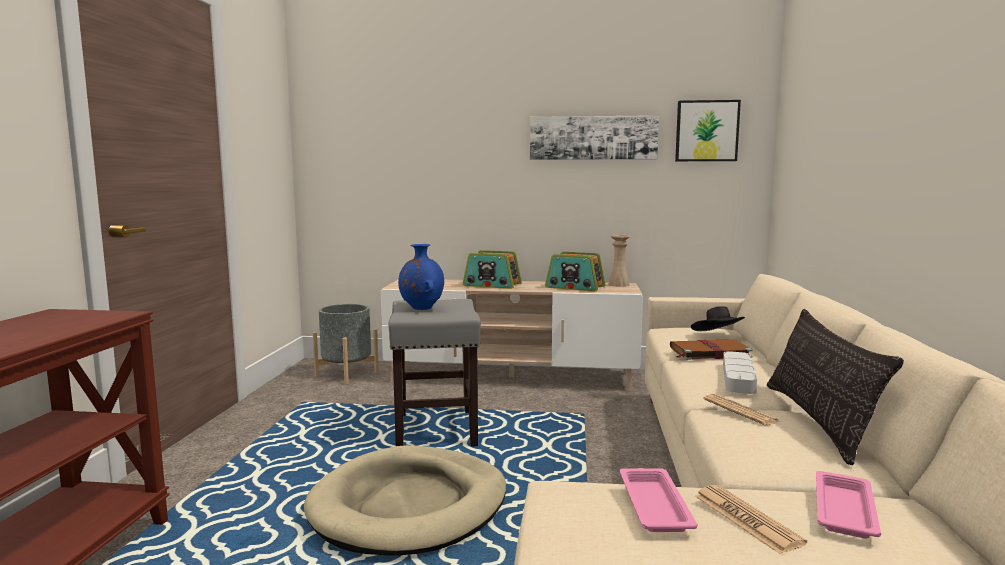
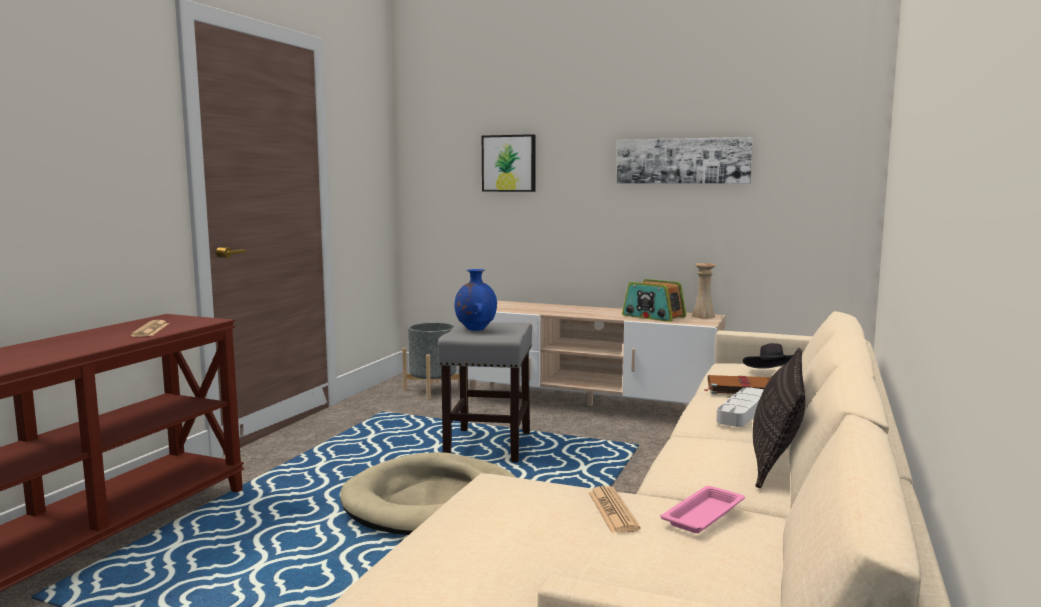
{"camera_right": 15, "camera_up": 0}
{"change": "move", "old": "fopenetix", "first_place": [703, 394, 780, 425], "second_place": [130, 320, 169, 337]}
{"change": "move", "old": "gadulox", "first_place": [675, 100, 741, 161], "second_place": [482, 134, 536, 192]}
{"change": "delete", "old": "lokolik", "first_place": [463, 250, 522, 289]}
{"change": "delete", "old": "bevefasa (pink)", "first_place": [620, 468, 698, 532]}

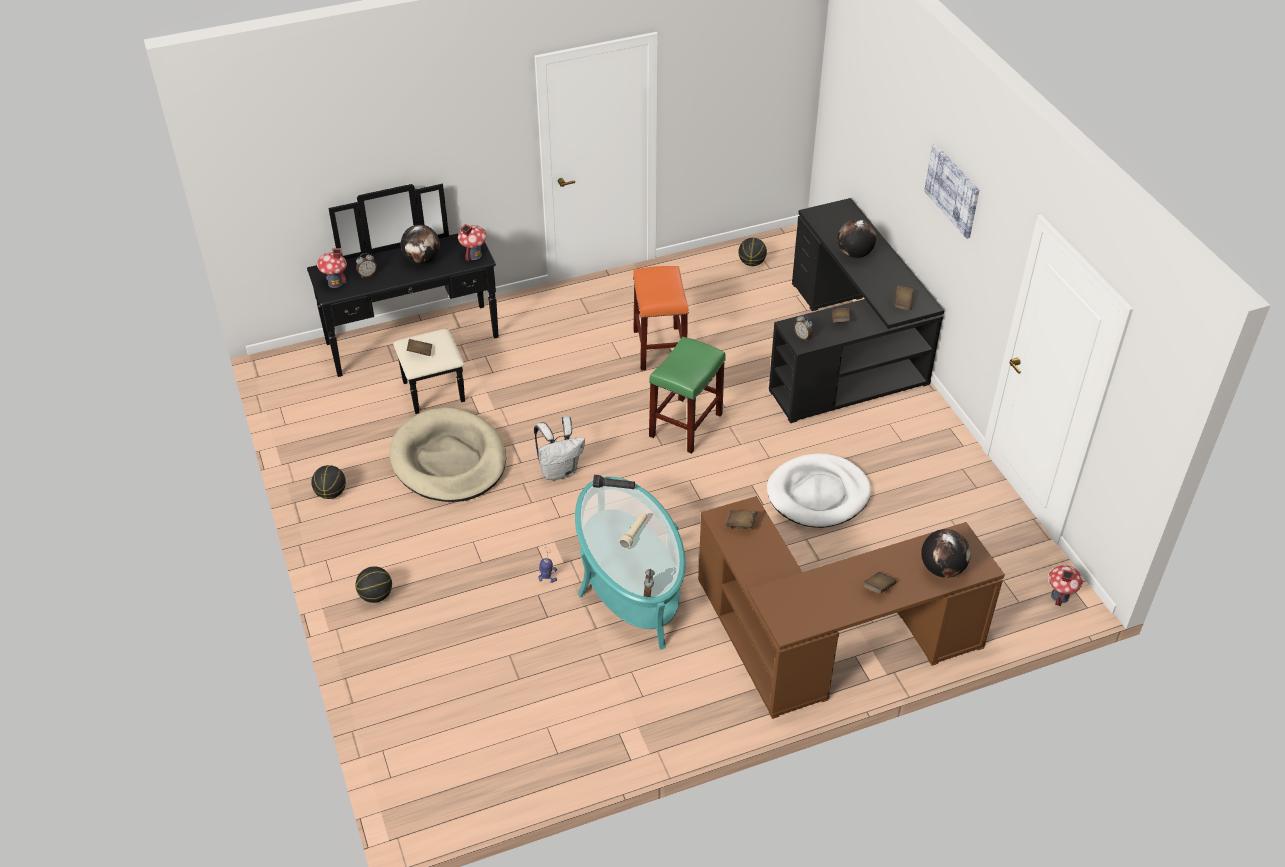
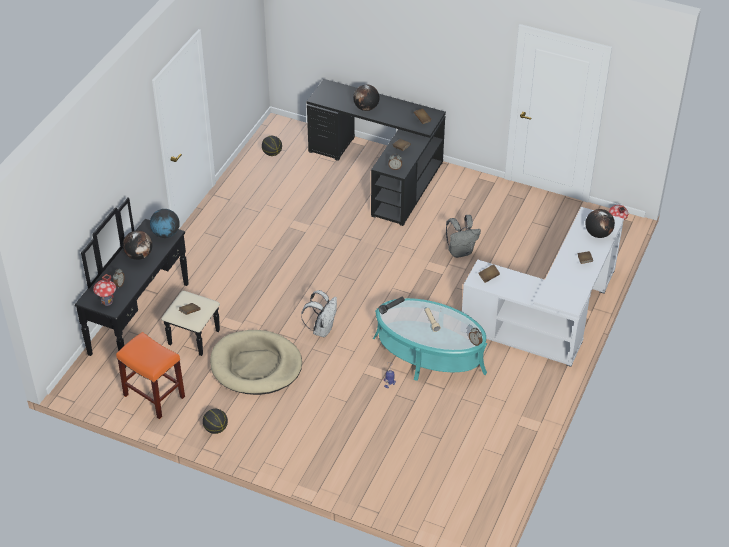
{"camera_right": -45, "camera_up": 0}
{"change": "move", "old": "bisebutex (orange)", "first_place": [633, 266, 689, 371], "second_place": [116, 332, 185, 419]}
{"change": "replace", "old": "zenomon", "new": "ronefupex", "first_place": [458, 224, 487, 261], "second_place": [150, 209, 180, 238]}
{"change": "replace", "old": "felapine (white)", "new": "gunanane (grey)", "first_place": [767, 454, 871, 528], "second_place": [446, 215, 481, 258]}
{"change": "recolor", "old": "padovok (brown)", "new": "padovok (white)", "first_place": [698, 496, 1005, 719], "second_place": [462, 207, 624, 367]}
{"change": "delete", "old": "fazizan", "first_place": [356, 566, 392, 603]}
{"change": "delete", "old": "bisebutex (green)", "first_place": [649, 337, 726, 454]}
{"change": "delete", "old": "gadulox", "first_place": [924, 144, 979, 239]}

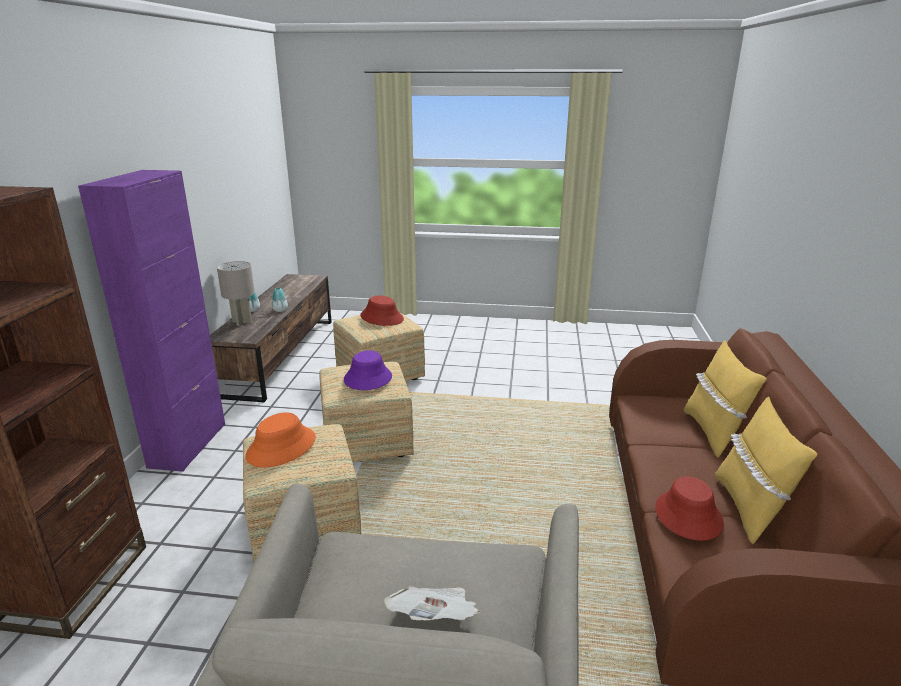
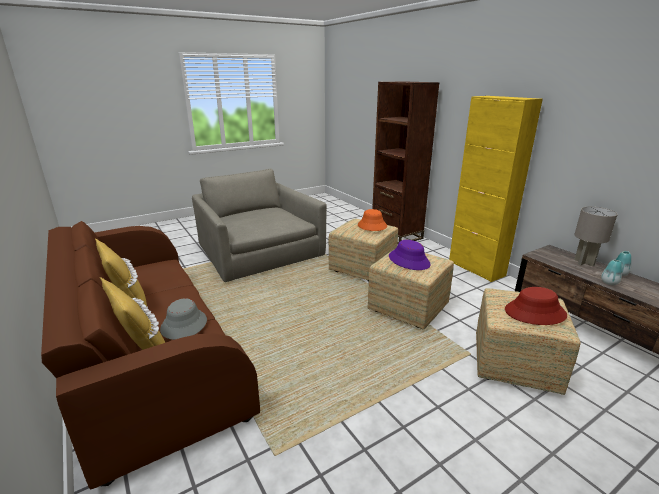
{"camera_right": 140, "camera_up": 0}
{"change": "insert", "new": "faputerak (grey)", "second_place": [160, 298, 207, 340]}
{"change": "recolor", "old": "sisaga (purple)", "new": "sisaga (yellow)", "first_place": [78, 170, 225, 472], "second_place": [449, 96, 543, 282]}
{"change": "delete", "old": "fopenetix", "first_place": [384, 586, 480, 620]}
{"change": "delete", "old": "faputerak (red)", "first_place": [655, 476, 724, 541]}

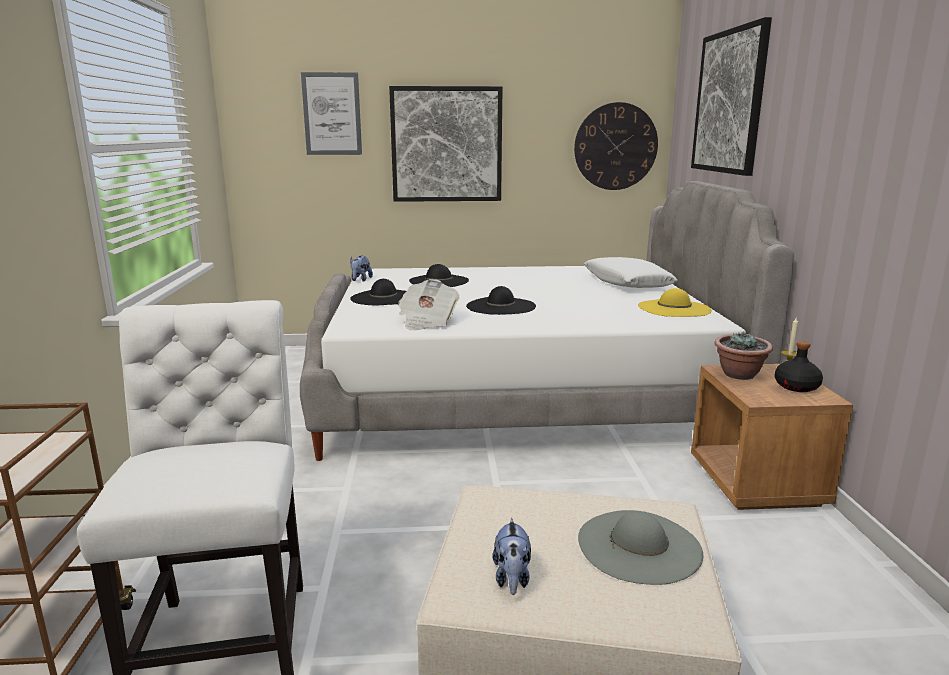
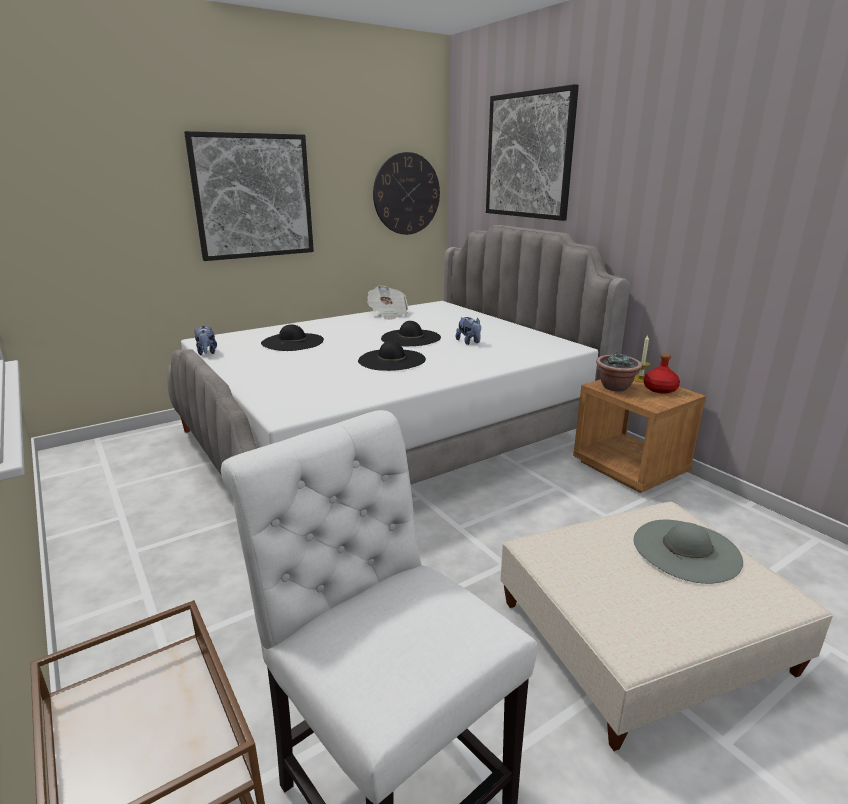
{"camera_right": -30, "camera_up": 5}
{"change": "move", "old": "fopenetix", "first_place": [398, 279, 460, 330], "second_place": [367, 286, 408, 320]}
{"change": "move", "old": "faputerak (black)", "first_place": [350, 279, 407, 305], "second_place": [381, 321, 441, 346]}
{"change": "move", "old": "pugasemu", "first_place": [492, 518, 531, 595], "second_place": [456, 317, 481, 345]}
{"change": "recolor", "old": "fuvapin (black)", "new": "fuvapin (red)", "first_place": [774, 341, 823, 392], "second_place": [643, 354, 680, 394]}
{"change": "delete", "old": "gadulox", "first_place": [301, 72, 362, 155]}
{"change": "delete", "old": "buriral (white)", "first_place": [584, 257, 678, 288]}
{"change": "delete", "old": "faputerak (yellow)", "first_place": [638, 288, 712, 317]}

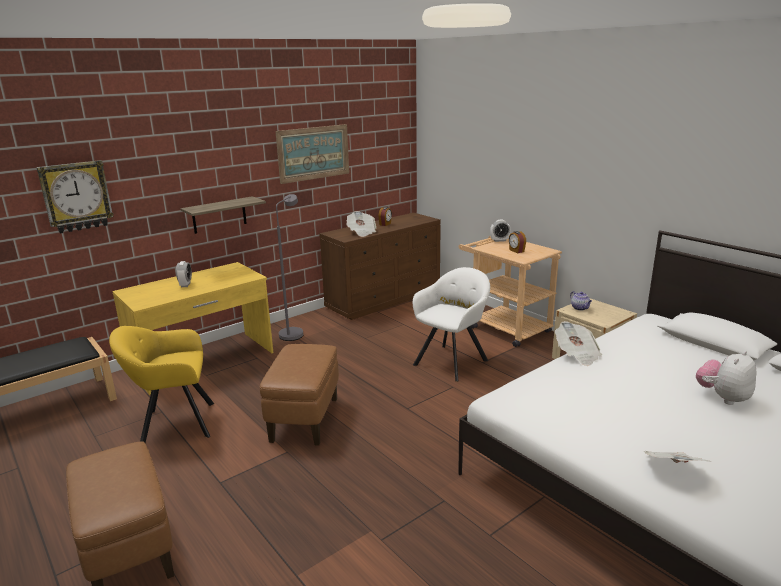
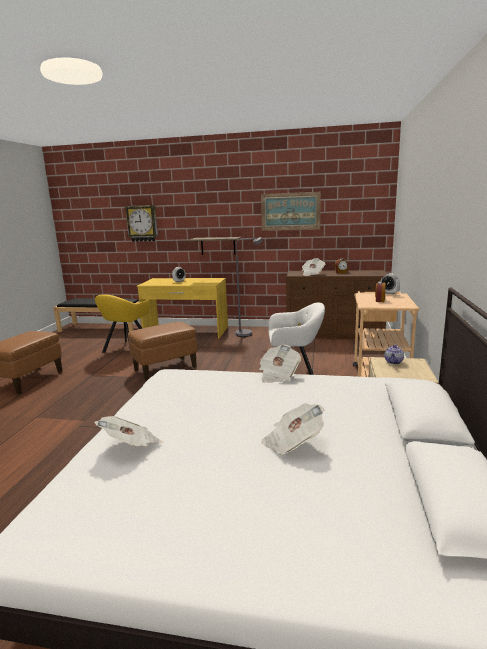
{"camera_right": 50, "camera_up": -5}
{"change": "rotate", "old": "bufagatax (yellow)", "first_place": [109, 326, 214, 443], "second_place": [95, 294, 150, 353], "degrees": -105}
{"change": "replace", "old": "pugasemu", "new": "fopenetix", "first_place": [696, 351, 756, 405], "second_place": [262, 403, 325, 455]}

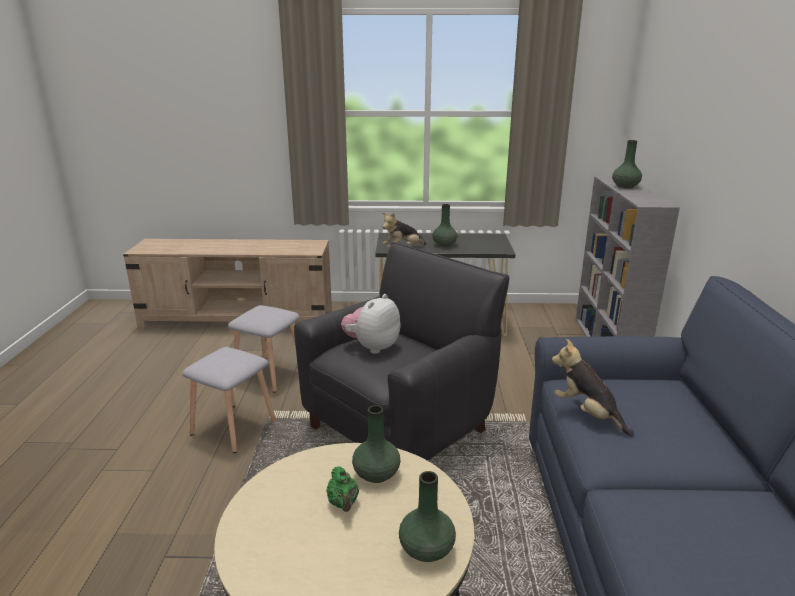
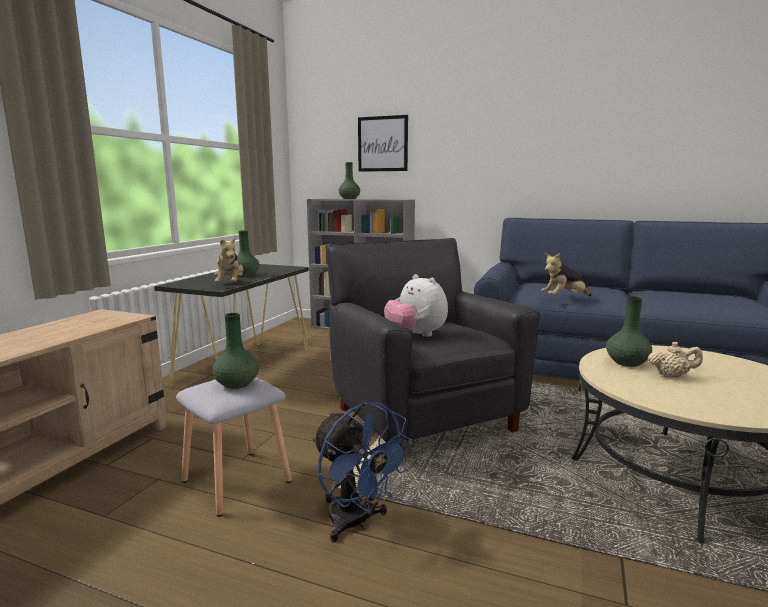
{"camera_right": -70, "camera_up": -10}
{"change": "move", "old": "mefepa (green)", "first_place": [399, 471, 456, 562], "second_place": [212, 313, 259, 389]}
{"change": "replace", "old": "bisebutex (grey)", "new": "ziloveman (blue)", "first_place": [182, 347, 276, 453], "second_place": [312, 402, 414, 542]}
{"change": "insert", "new": "gadulox", "second_place": [358, 115, 408, 172]}
{"change": "recolor", "old": "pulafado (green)", "new": "pulafado (beige)", "first_place": [326, 466, 359, 512], "second_place": [647, 342, 703, 378]}

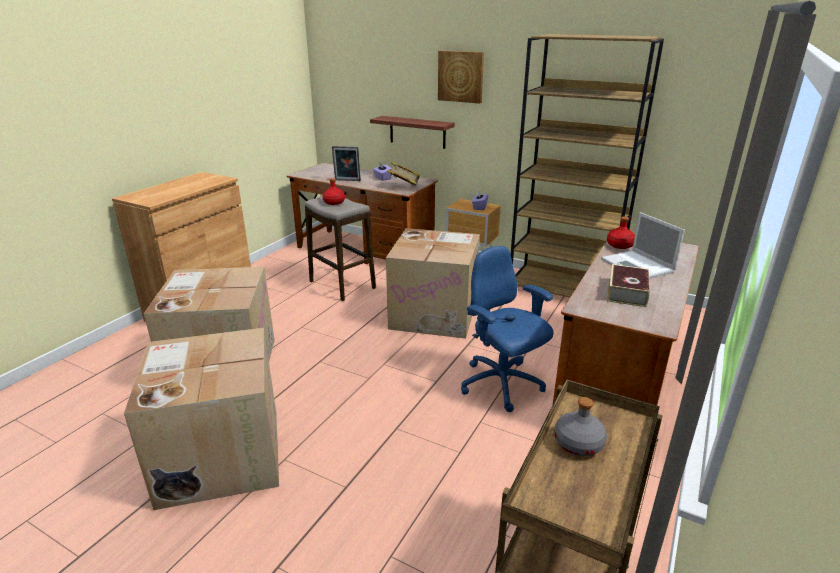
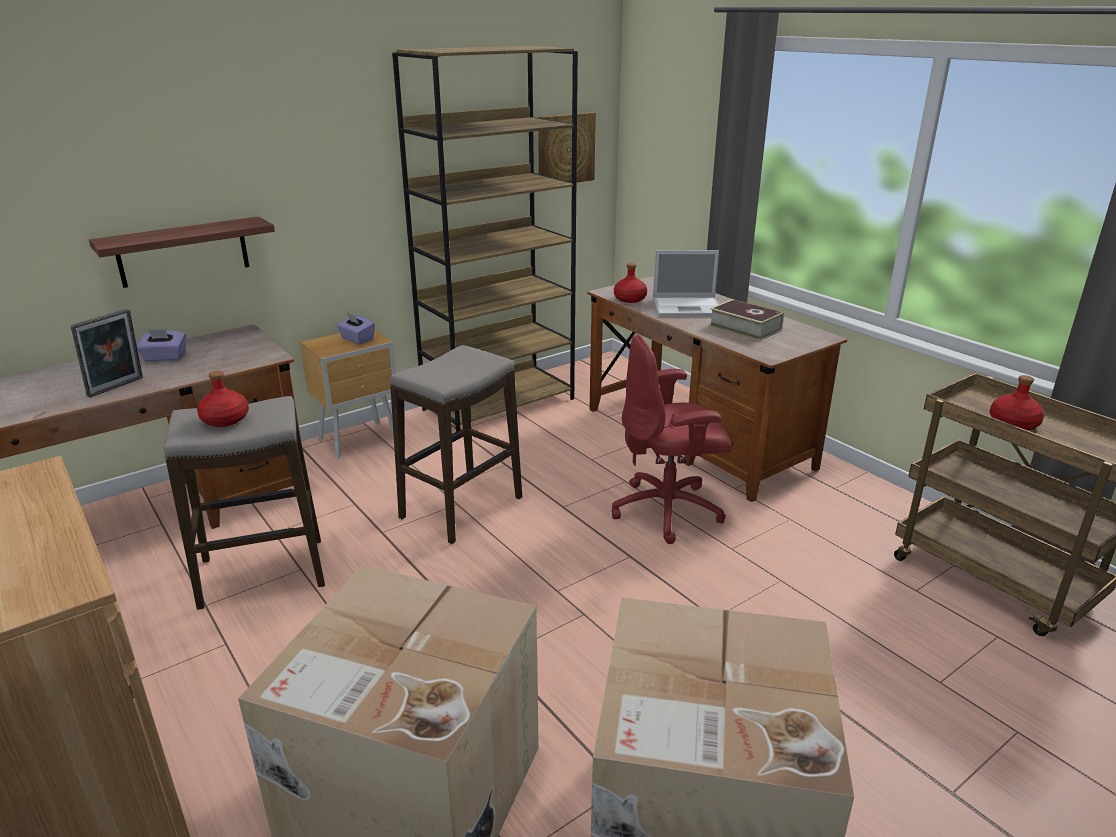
{"camera_right": -65, "camera_up": 0}
{"change": "replace", "old": "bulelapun", "new": "bisebutex", "first_place": [386, 228, 480, 339], "second_place": [390, 345, 522, 544]}
{"change": "move", "old": "gadulox", "first_place": [438, 51, 484, 104], "second_place": [538, 112, 596, 183]}
{"change": "recolor", "old": "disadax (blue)", "new": "disadax (red)", "first_place": [461, 246, 553, 412], "second_place": [612, 335, 732, 544]}
{"change": "recolor", "old": "fuvapin (grey)", "new": "fuvapin (red)", "first_place": [554, 397, 607, 456], "second_place": [990, 375, 1044, 430]}
{"change": "delete", "old": "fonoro", "first_place": [388, 161, 420, 186]}

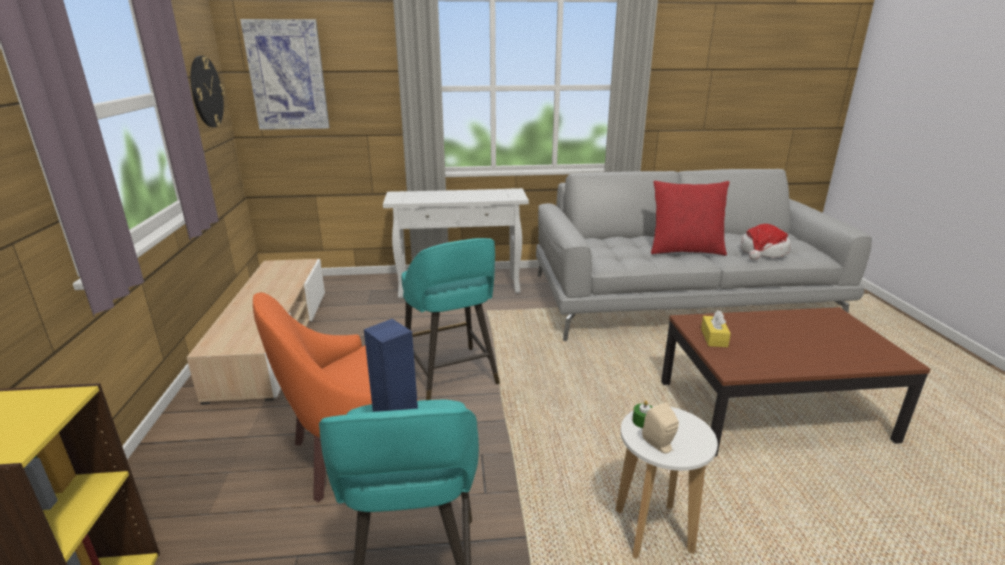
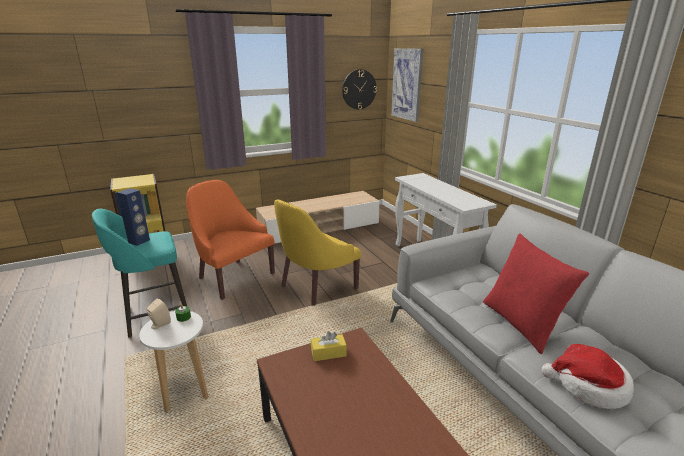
{"camera_right": 70, "camera_up": 0}
{"change": "replace", "old": "bisebutex (turquoise)", "new": "bufagatax (yellow)", "first_place": [401, 238, 500, 400], "second_place": [274, 199, 361, 306]}

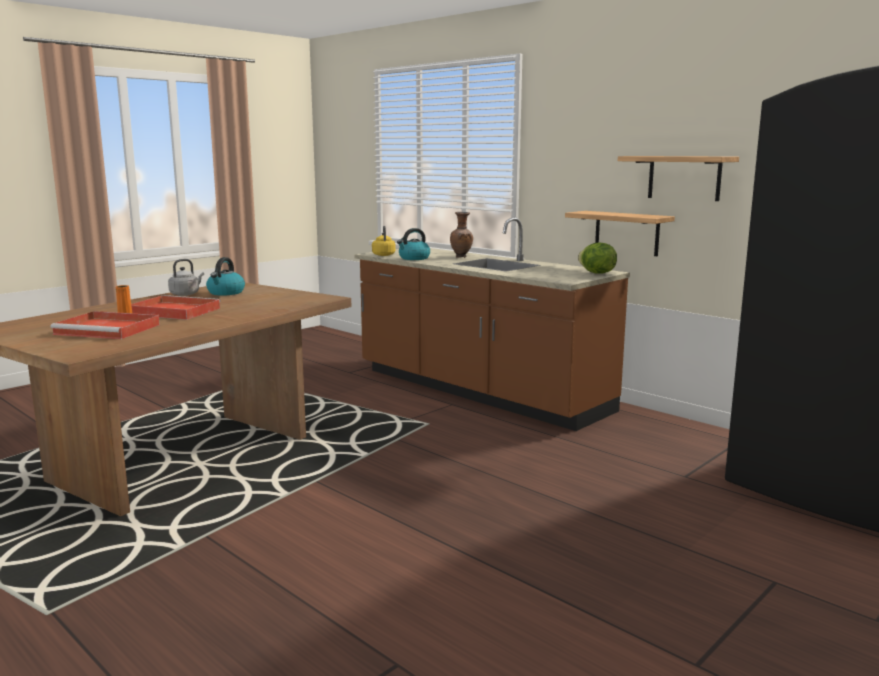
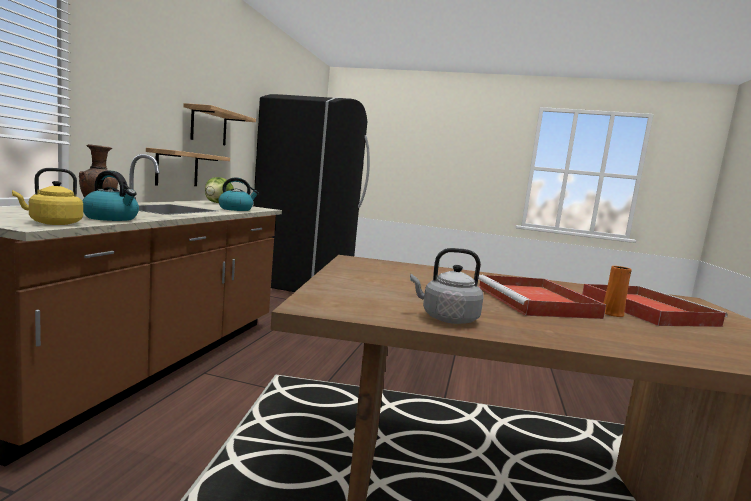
{"camera_right": -120, "camera_up": -5}
{"change": "move", "old": "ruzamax", "first_place": [206, 257, 245, 295], "second_place": [218, 177, 259, 211]}

